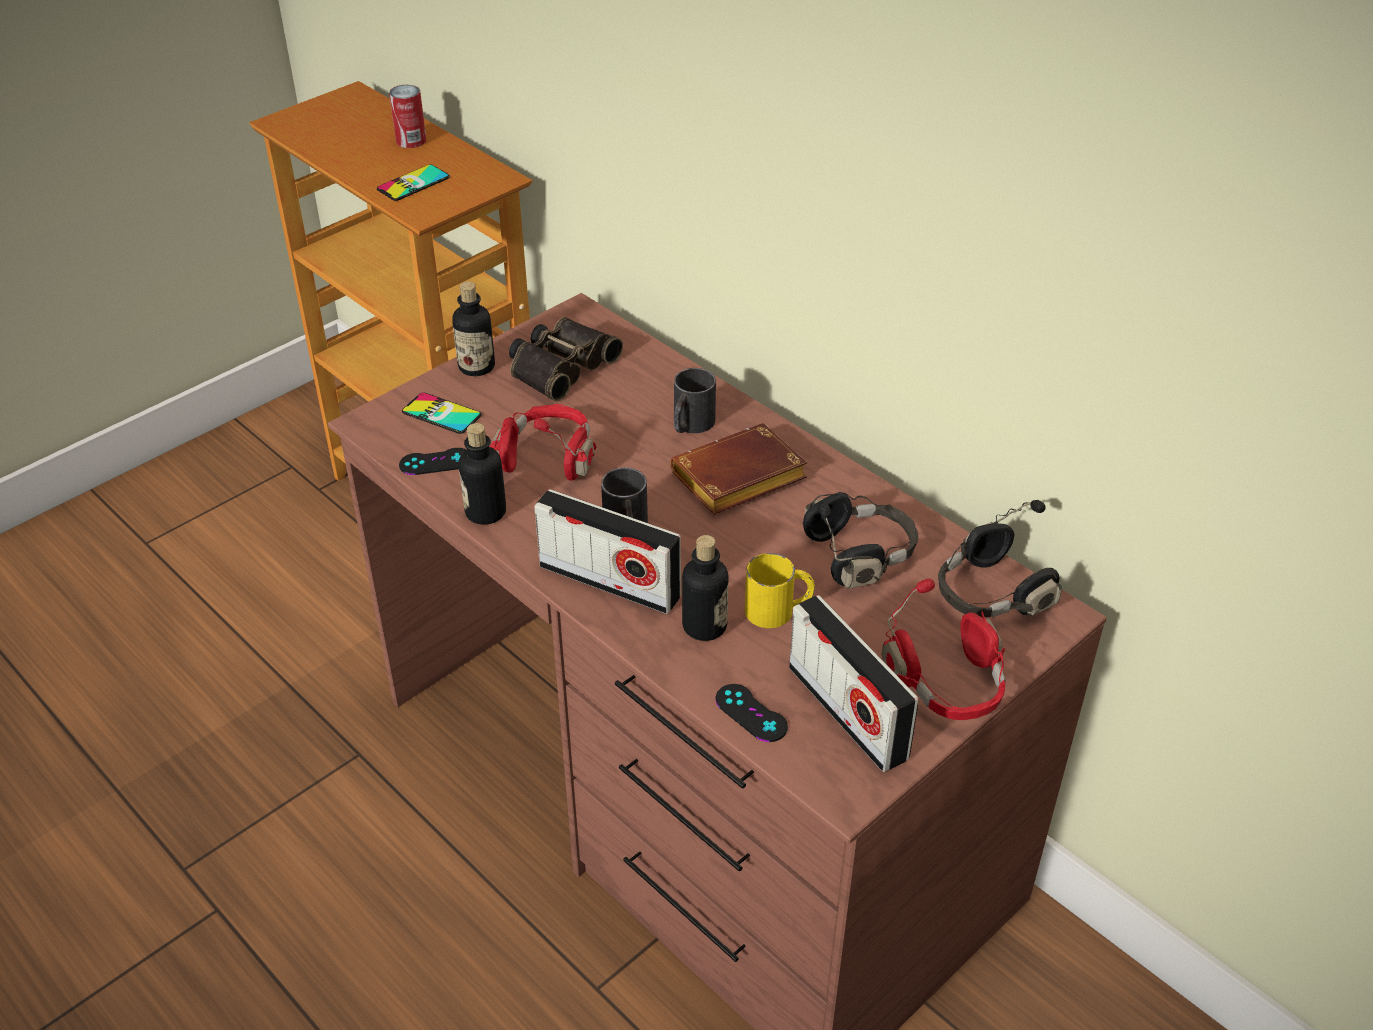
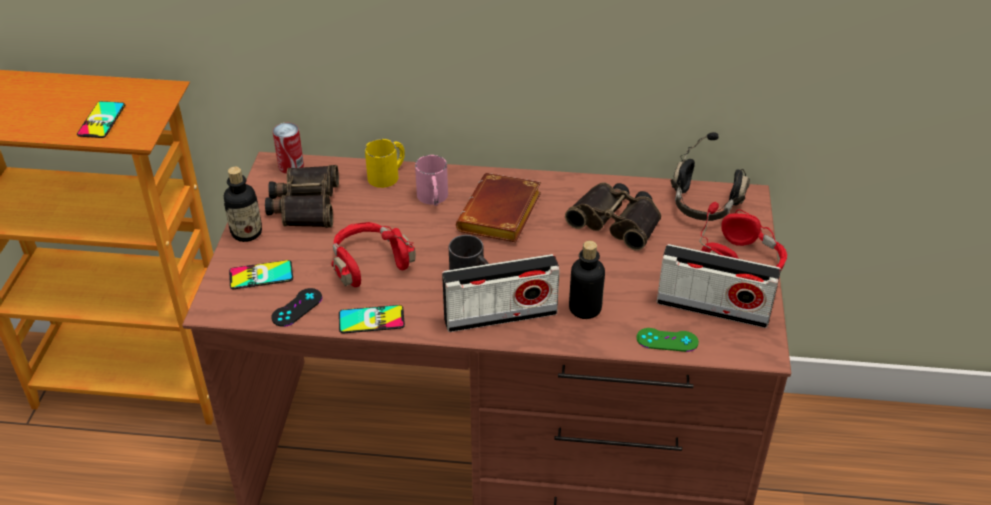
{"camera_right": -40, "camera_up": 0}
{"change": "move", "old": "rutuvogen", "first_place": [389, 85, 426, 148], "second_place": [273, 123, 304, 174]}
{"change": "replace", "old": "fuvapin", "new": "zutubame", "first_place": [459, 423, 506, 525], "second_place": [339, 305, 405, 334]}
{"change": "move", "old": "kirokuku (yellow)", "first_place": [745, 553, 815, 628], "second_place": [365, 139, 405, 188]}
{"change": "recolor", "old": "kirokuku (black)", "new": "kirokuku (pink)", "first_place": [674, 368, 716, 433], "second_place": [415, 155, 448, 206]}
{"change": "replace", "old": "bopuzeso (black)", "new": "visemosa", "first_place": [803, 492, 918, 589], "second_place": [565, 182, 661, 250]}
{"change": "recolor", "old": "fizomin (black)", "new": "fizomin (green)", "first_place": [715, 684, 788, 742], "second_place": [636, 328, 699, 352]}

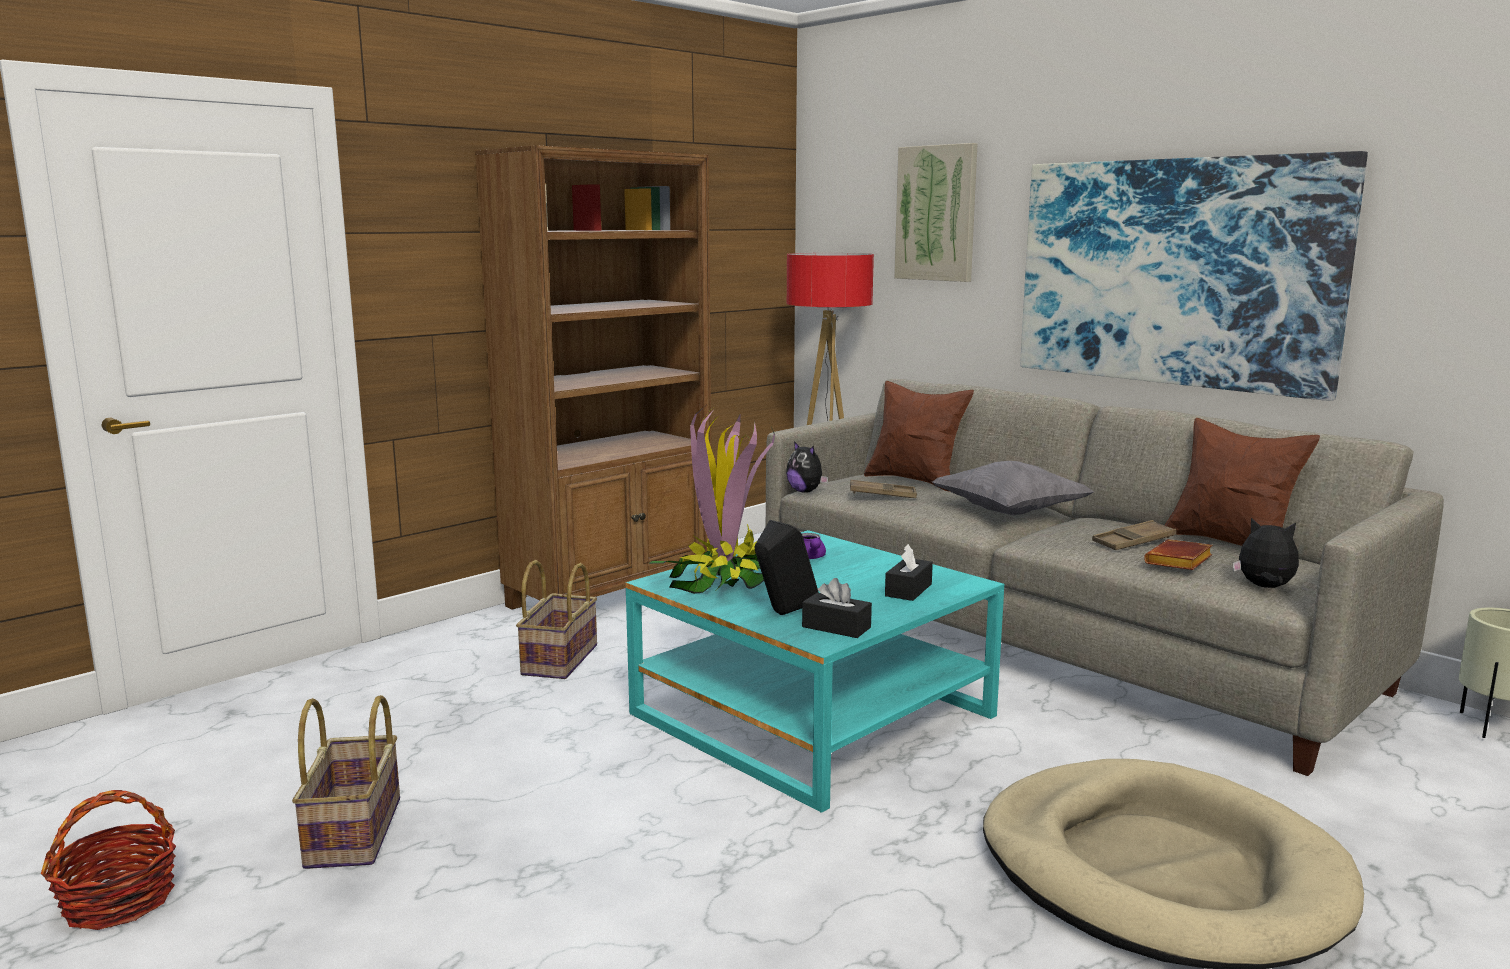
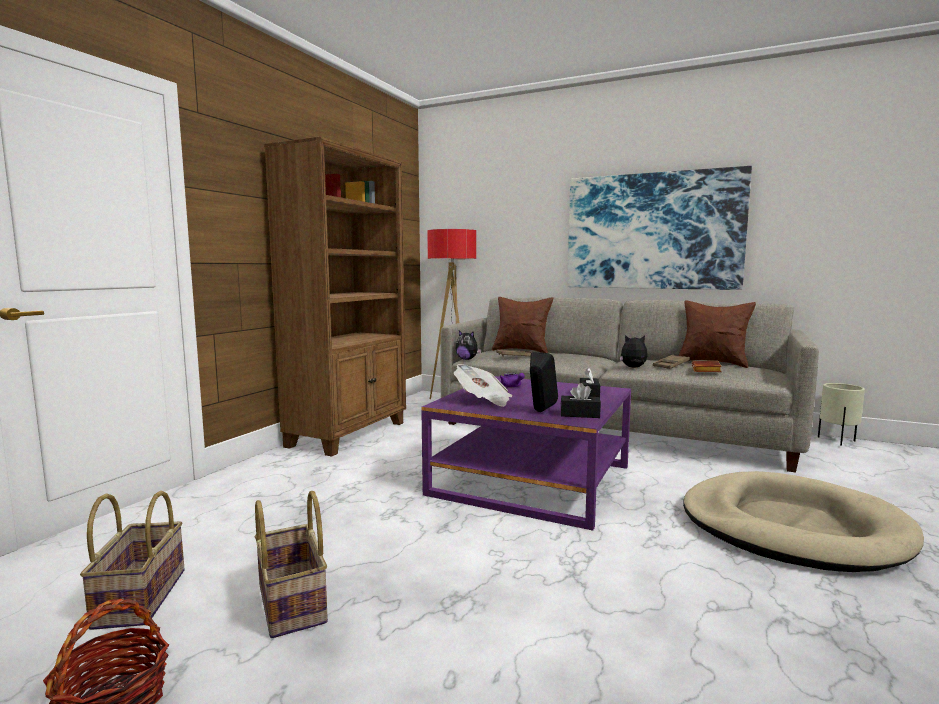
{"camera_right": -20, "camera_up": -5}
{"change": "move", "old": "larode", "first_place": [516, 560, 597, 679], "second_place": [80, 491, 185, 630]}
{"change": "recolor", "old": "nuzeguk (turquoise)", "new": "nuzeguk (purple)", "first_place": [626, 530, 1004, 813], "second_place": [422, 376, 631, 531]}
{"change": "replace", "old": "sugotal", "new": "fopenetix", "first_place": [649, 406, 775, 594], "second_place": [454, 364, 512, 407]}
{"change": "move", "old": "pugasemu", "first_place": [1233, 518, 1299, 588], "second_place": [620, 335, 648, 368]}
{"change": "delete", "old": "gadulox", "first_place": [894, 143, 978, 282]}
{"change": "delete", "old": "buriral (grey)", "first_place": [933, 461, 1094, 515]}

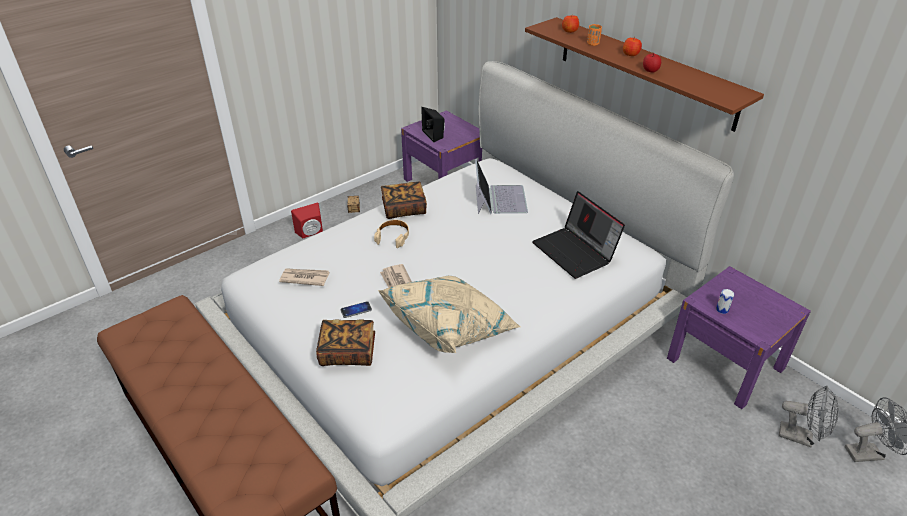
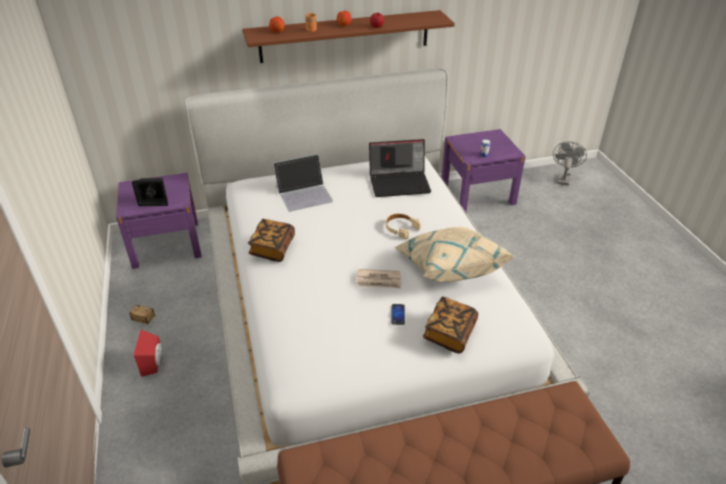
{"camera_right": -65, "camera_up": 0}
{"change": "rotate", "old": "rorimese", "first_place": [475, 159, 528, 214], "second_place": [273, 154, 333, 212], "degrees": 135}
{"change": "move", "old": "bopuzeso (beige)", "first_place": [374, 220, 409, 248], "second_place": [386, 213, 421, 239]}
{"change": "delete", "old": "fopenetix", "first_place": [279, 268, 330, 286]}
{"change": "delete", "old": "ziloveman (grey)", "first_place": [779, 385, 839, 447]}

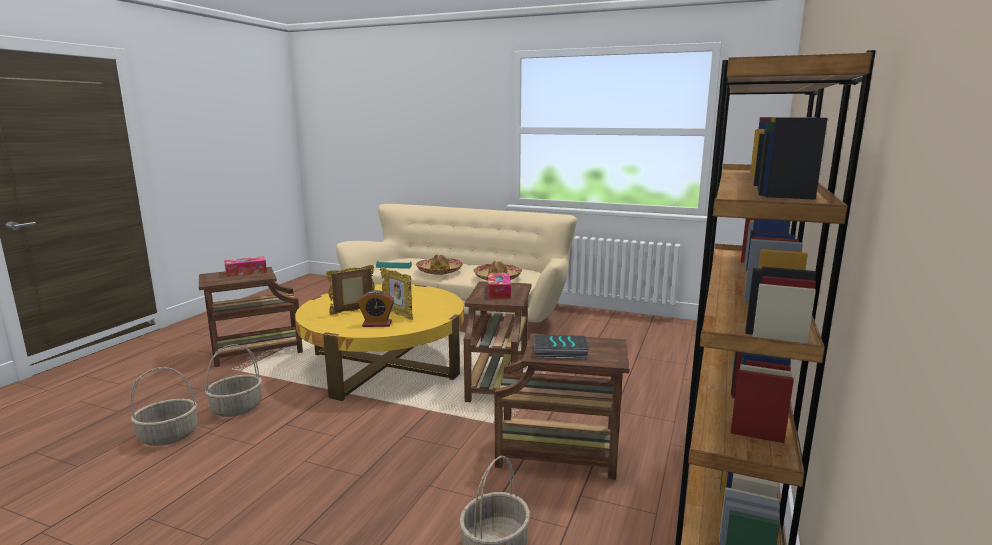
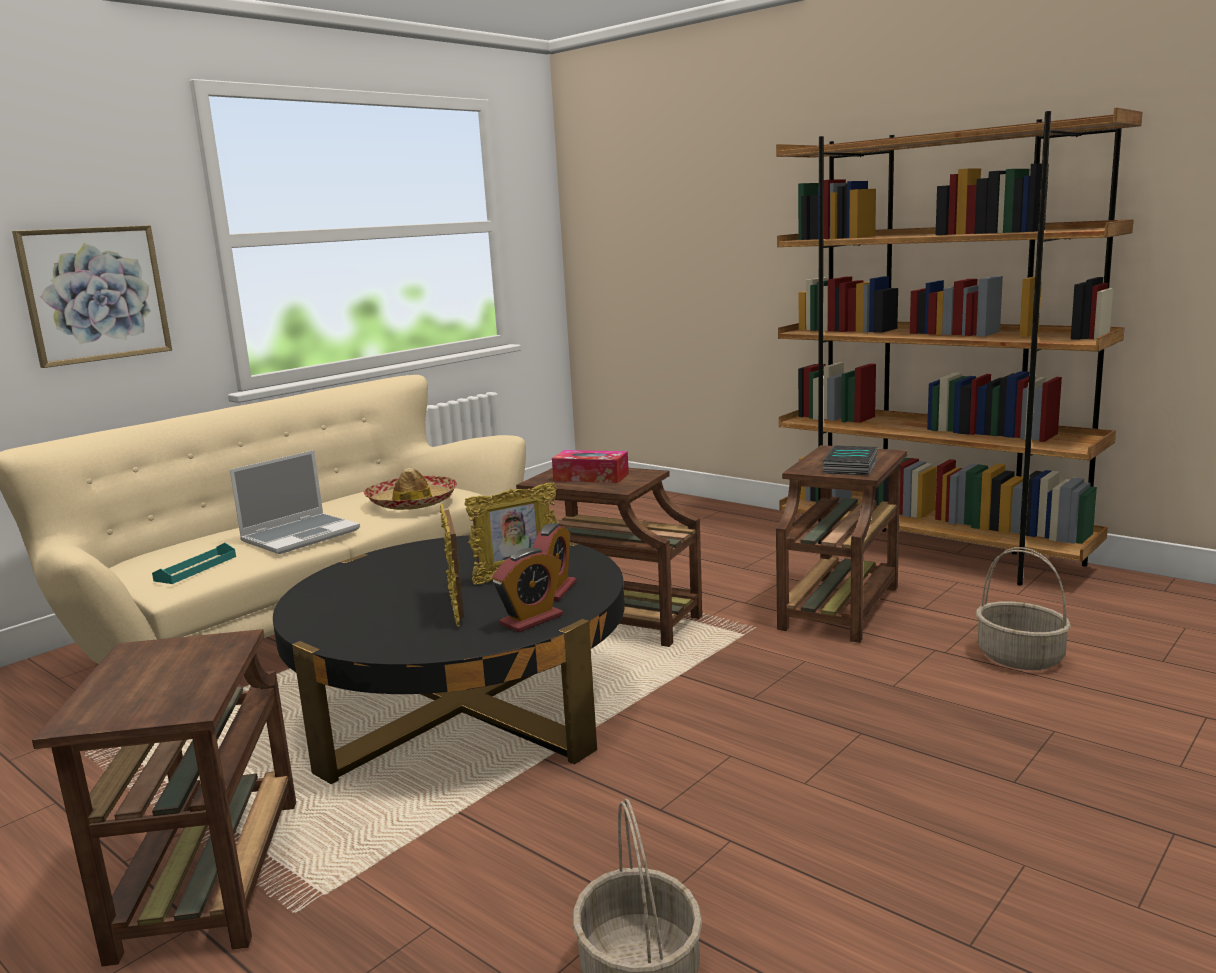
{"camera_right": -70, "camera_up": 0}
{"change": "insert", "new": "gadulox", "second_place": [12, 225, 172, 368]}
{"change": "replace", "old": "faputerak", "new": "rorimese", "first_place": [416, 253, 463, 275], "second_place": [230, 450, 360, 554]}
{"change": "recolor", "old": "nuzeguk (yellow)", "new": "nuzeguk (black)", "first_place": [295, 284, 464, 401], "second_place": [273, 535, 625, 784]}
{"change": "insert", "new": "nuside", "second_place": [492, 548, 563, 632]}
{"change": "delete", "old": "larode", "first_place": [205, 345, 262, 417]}
{"change": "delete", "old": "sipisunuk", "first_place": [224, 256, 267, 277]}

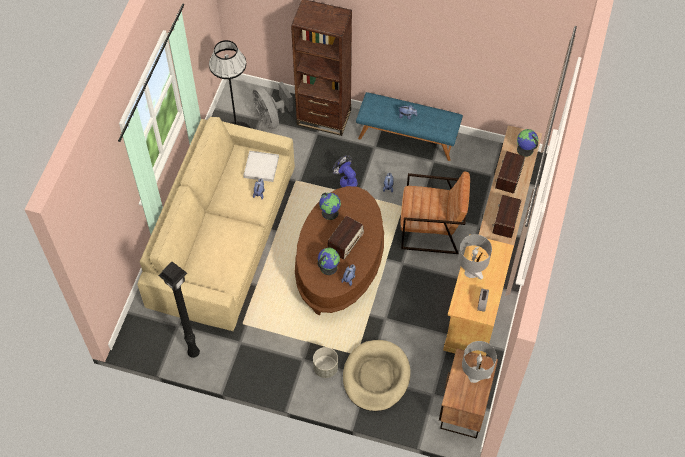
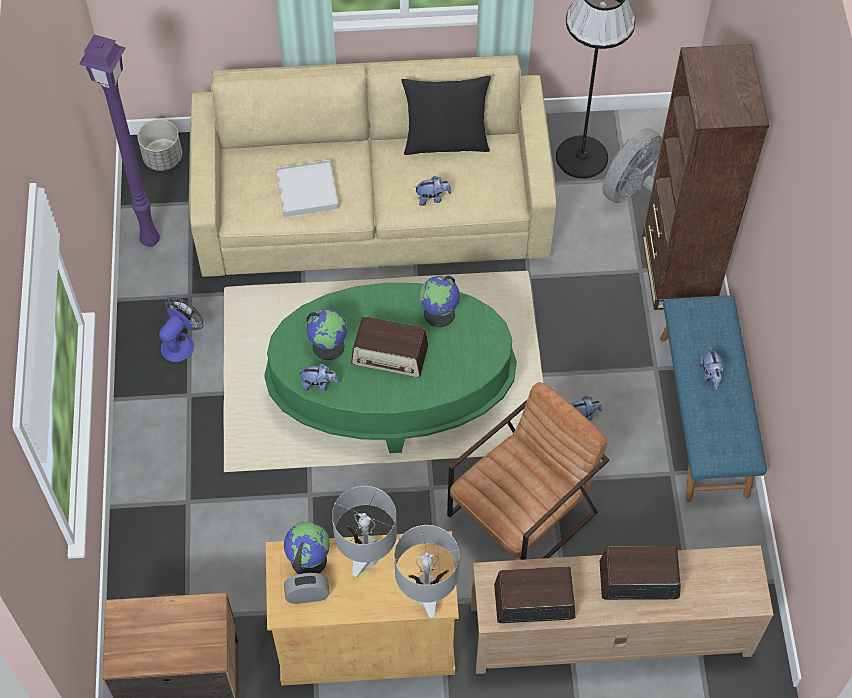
{"camera_right": 70, "camera_up": 0}
{"change": "recolor", "old": "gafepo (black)", "new": "gafepo (purple)", "first_place": [158, 262, 200, 358], "second_place": [79, 34, 160, 247]}
{"change": "move", "old": "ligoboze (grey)", "first_place": [313, 347, 338, 378], "second_place": [137, 119, 182, 171]}
{"change": "move", "old": "ziloveman", "first_place": [333, 155, 358, 187], "second_place": [159, 297, 204, 362]}
{"change": "recolor", "old": "nuzeguk (brown)", "new": "nuzeguk (green)", "first_place": [295, 186, 384, 315], "second_place": [264, 283, 517, 453]}
{"change": "move", "old": "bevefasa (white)", "first_place": [243, 151, 279, 182], "second_place": [276, 160, 339, 217]}
{"change": "move", "old": "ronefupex", "first_place": [517, 129, 538, 157], "second_place": [284, 522, 330, 574]}
{"change": "move", "old": "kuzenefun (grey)", "first_place": [462, 341, 497, 383], "second_place": [394, 525, 459, 618]}
{"change": "insert", "new": "buriral (black)", "second_place": [401, 76, 491, 155]}
{"change": "rotate", "old": "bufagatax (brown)", "first_place": [401, 171, 470, 254], "second_place": [447, 382, 610, 560], "degrees": -120}
{"change": "delete", "old": "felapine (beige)", "first_place": [343, 340, 411, 411]}

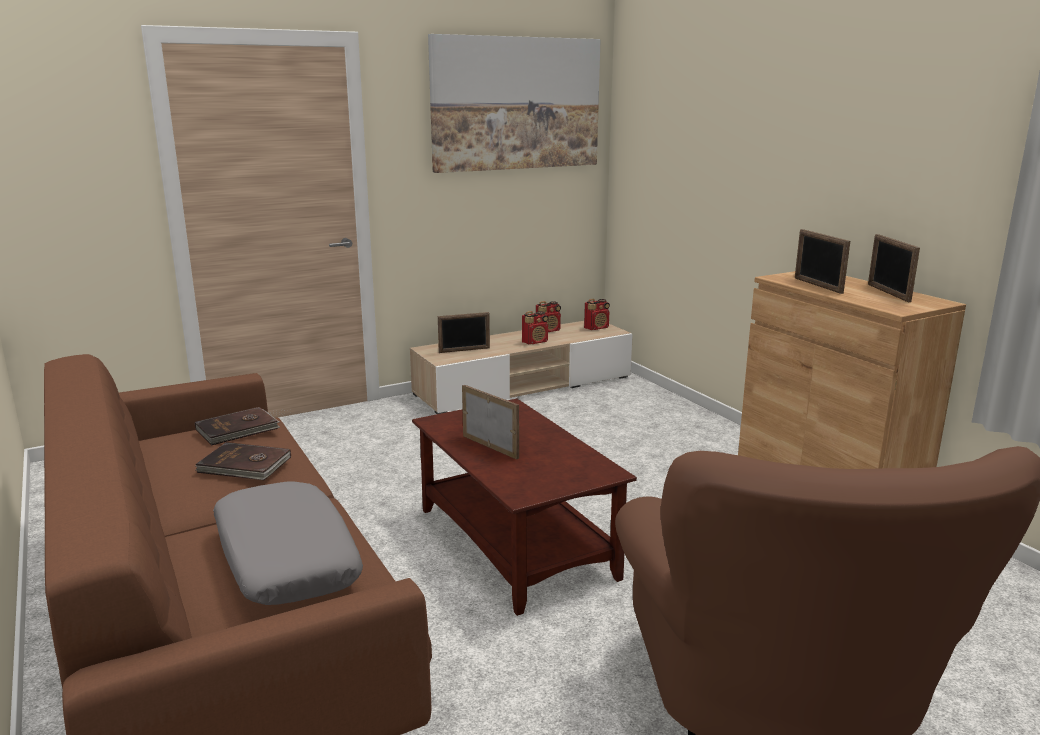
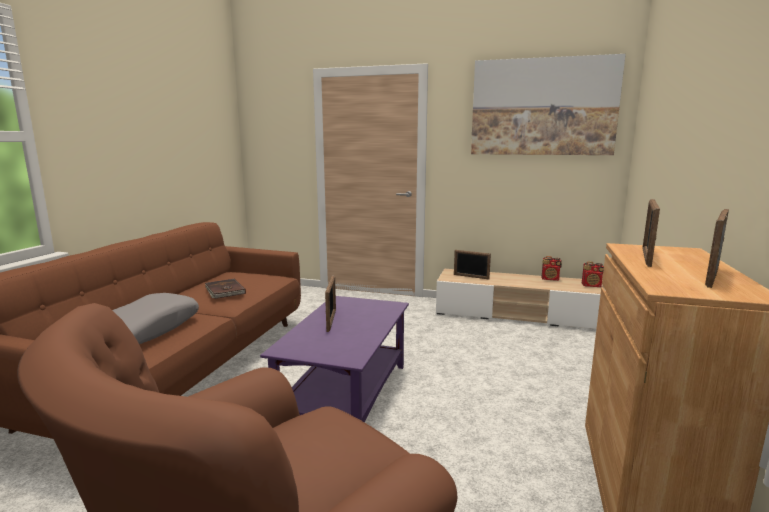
{"camera_right": 45, "camera_up": -5}
{"change": "recolor", "old": "nuzeguk (brown)", "new": "nuzeguk (purple)", "first_place": [412, 399, 637, 616], "second_place": [260, 296, 409, 422]}
{"change": "delete", "old": "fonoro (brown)", "first_place": [195, 407, 280, 445]}
{"change": "delete", "old": "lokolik", "first_place": [522, 311, 549, 345]}

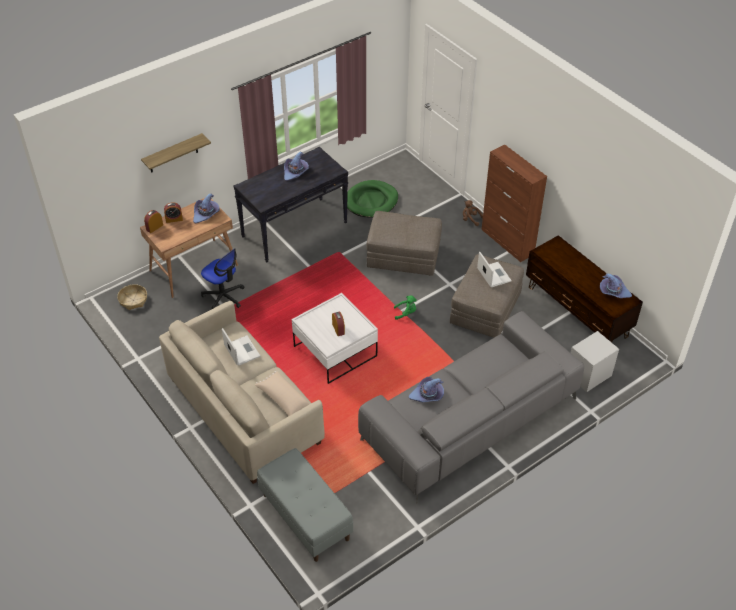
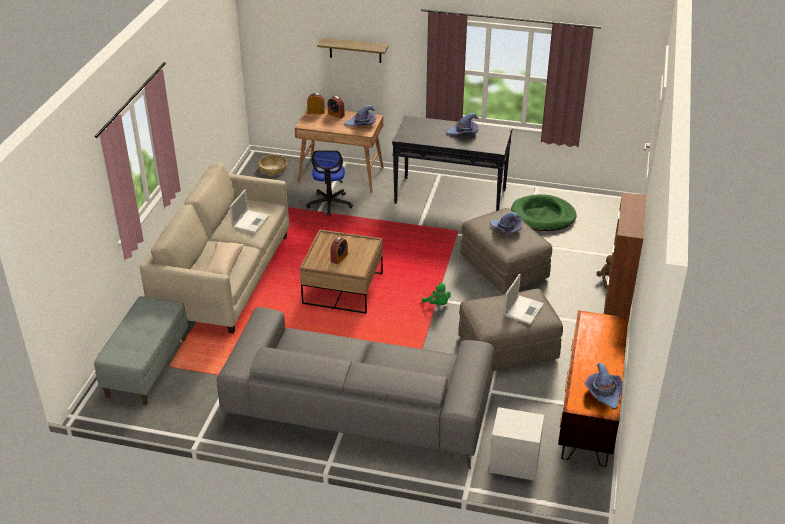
{"camera_right": 50, "camera_up": -10}
{"change": "recolor", "old": "nuzeguk (white)", "new": "nuzeguk (brown)", "first_place": [292, 293, 378, 384], "second_place": [300, 229, 383, 314]}
{"change": "move", "old": "faputerak (purple)", "first_place": [409, 377, 444, 402], "second_place": [490, 212, 522, 234]}

